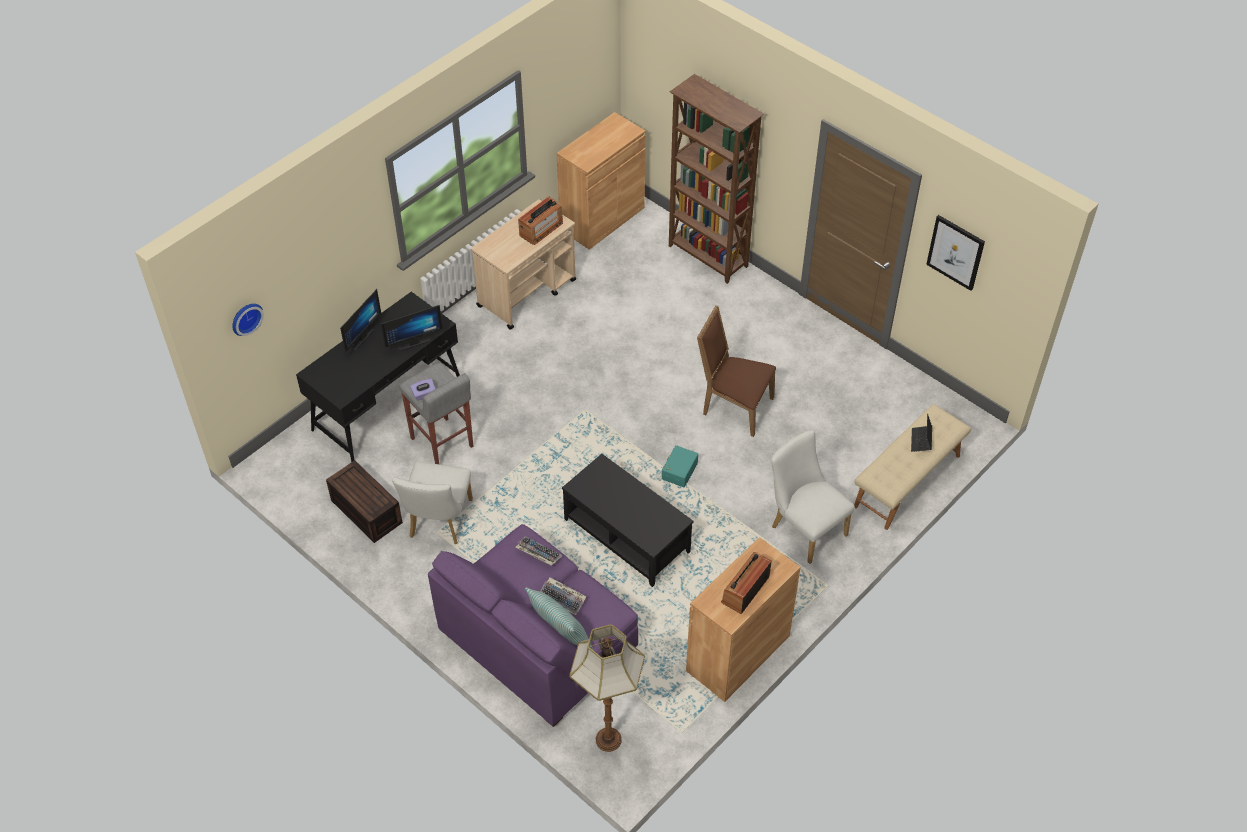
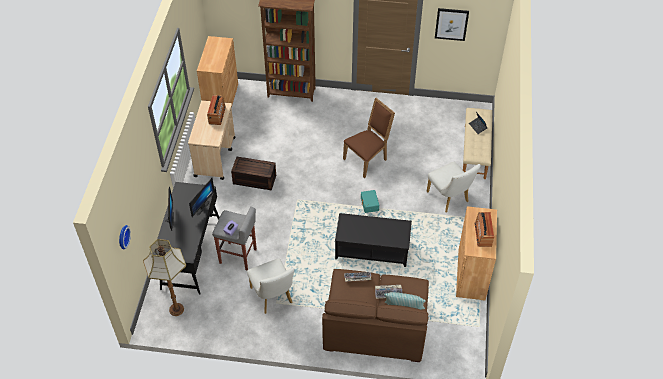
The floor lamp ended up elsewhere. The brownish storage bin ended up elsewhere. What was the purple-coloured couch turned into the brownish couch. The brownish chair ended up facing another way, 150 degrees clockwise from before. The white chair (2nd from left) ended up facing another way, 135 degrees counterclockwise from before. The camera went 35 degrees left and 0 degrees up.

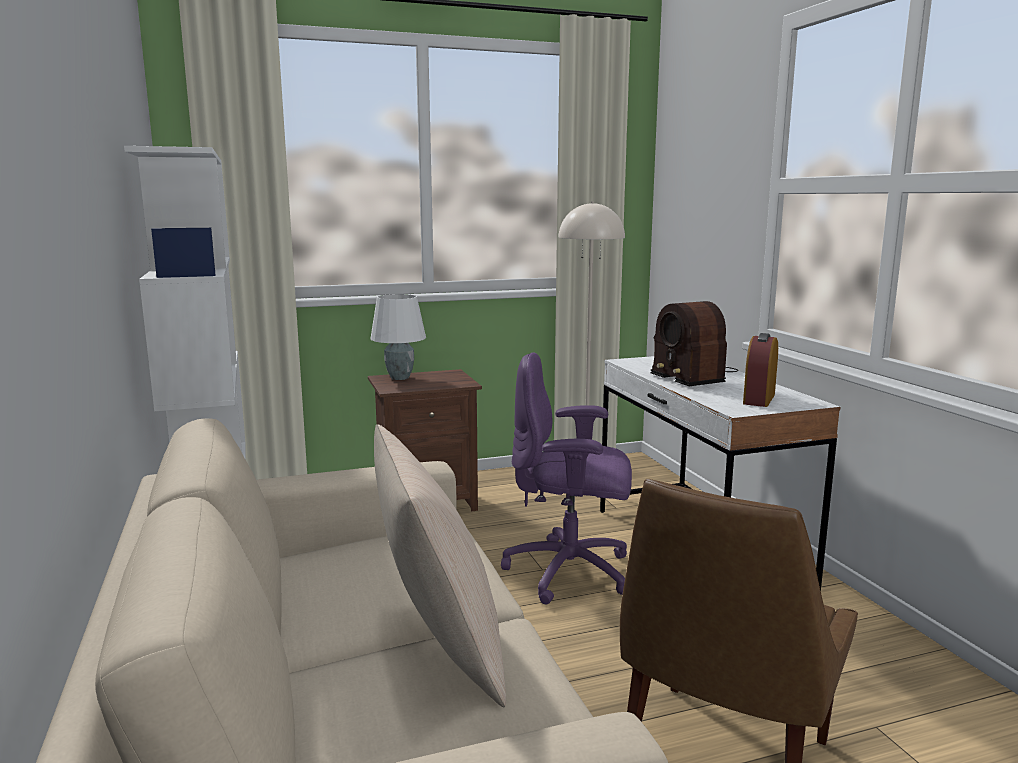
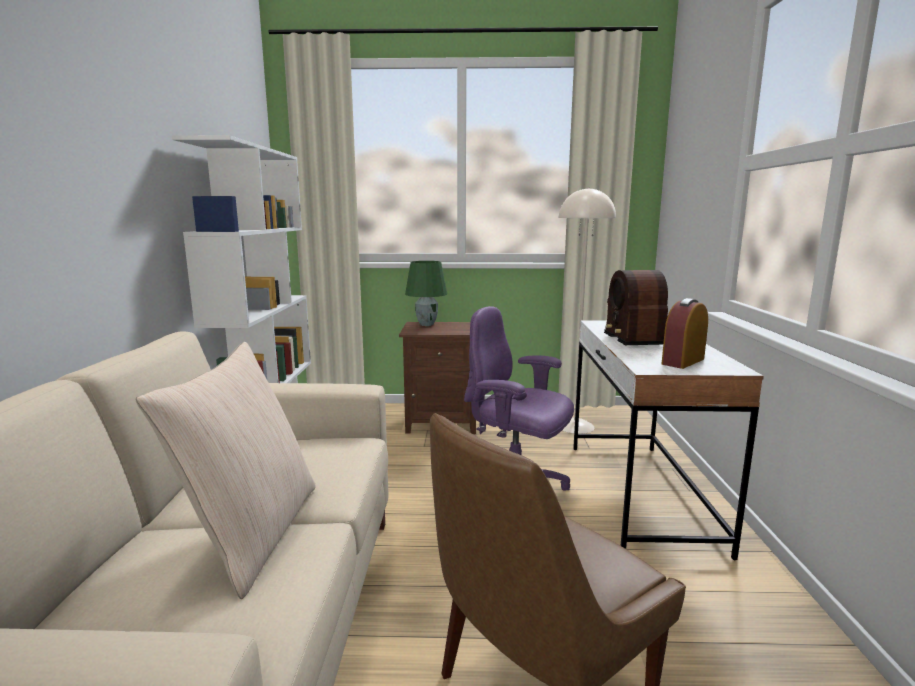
What was the white lamp for a table turned into the greenish lamp for a table. The camera went 20 degrees right and 0 degrees up.

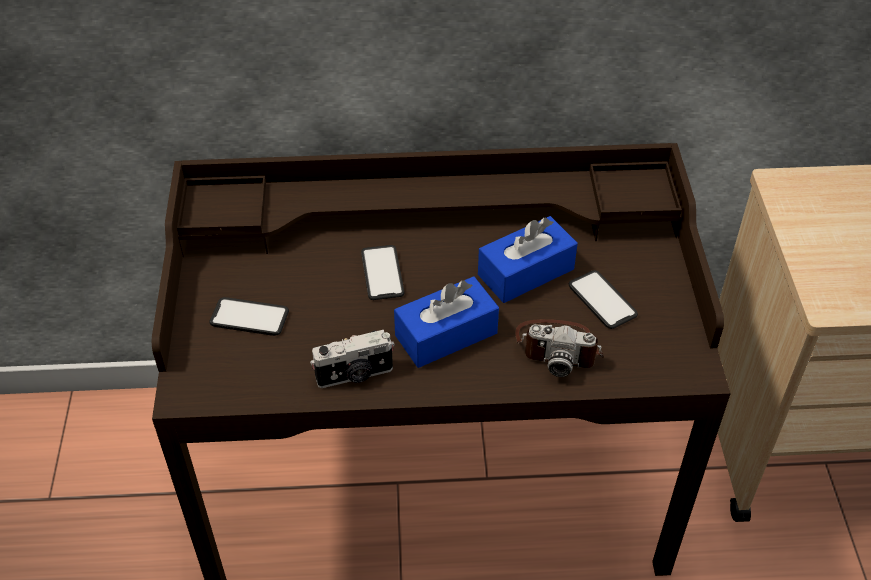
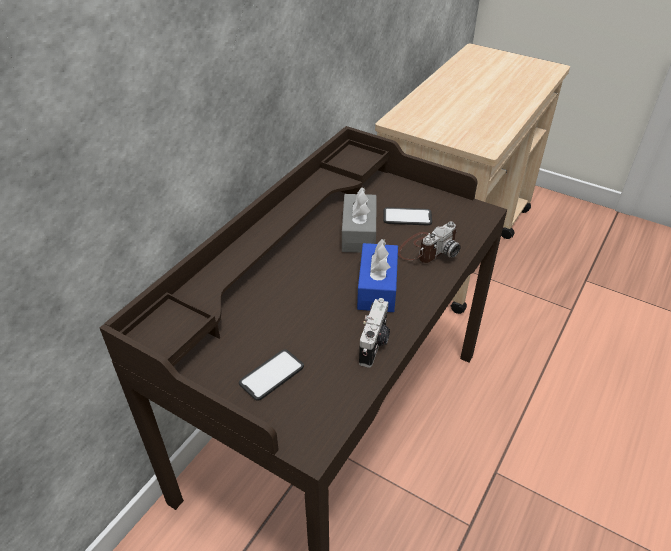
What was the bluish box of tissues (2nd from left) turned into the grey box of tissues. The second view lost the phone (2nd from left). The camera went 55 degrees left and 5 degrees down.

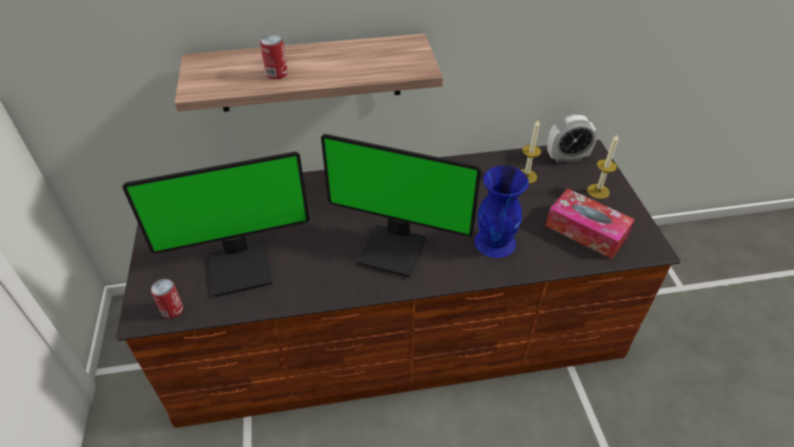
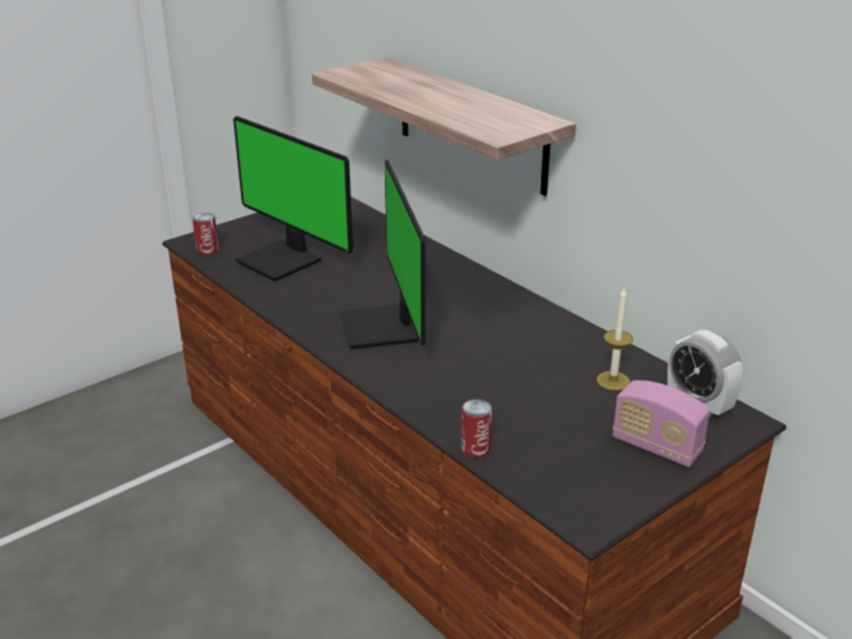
The can (2nd from left) ended up elsewhere. Where the wax candle (2nd from left) stood, the radio came to stand. The second view lost the bluish flower vase. The second view lost the box of tissues. The camera went 60 degrees right and 15 degrees down.

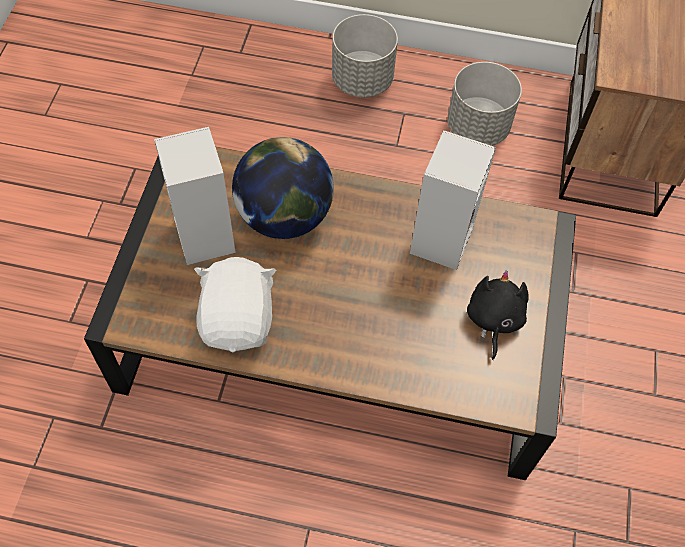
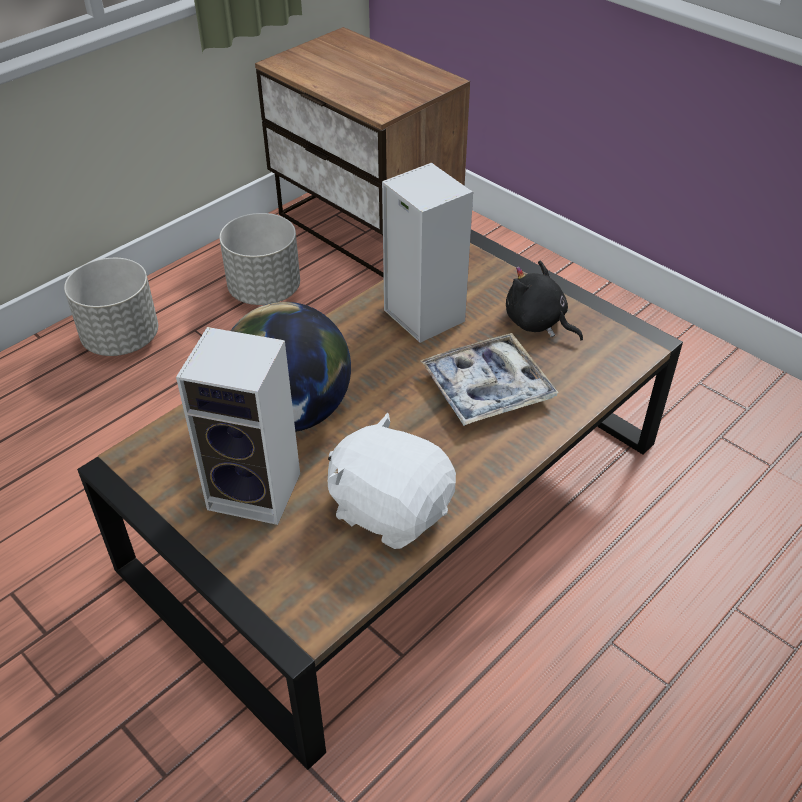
The second view gained the tray. The camera went 55 degrees left and 15 degrees down.

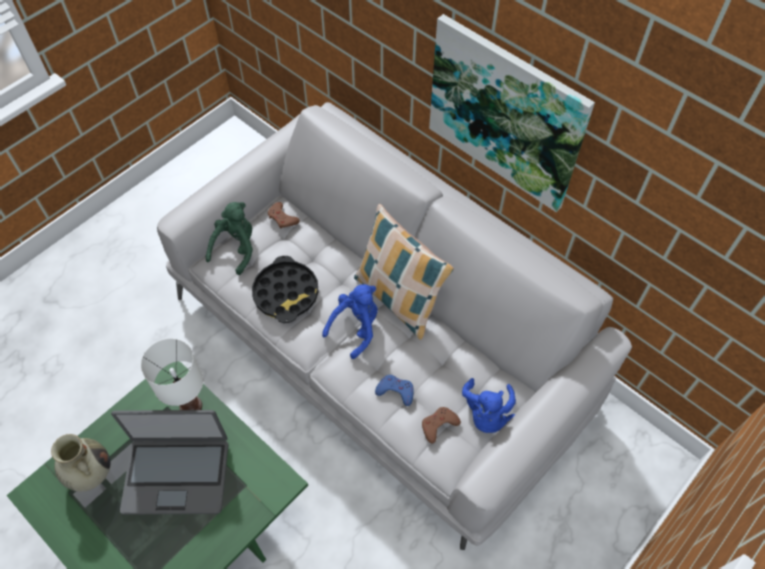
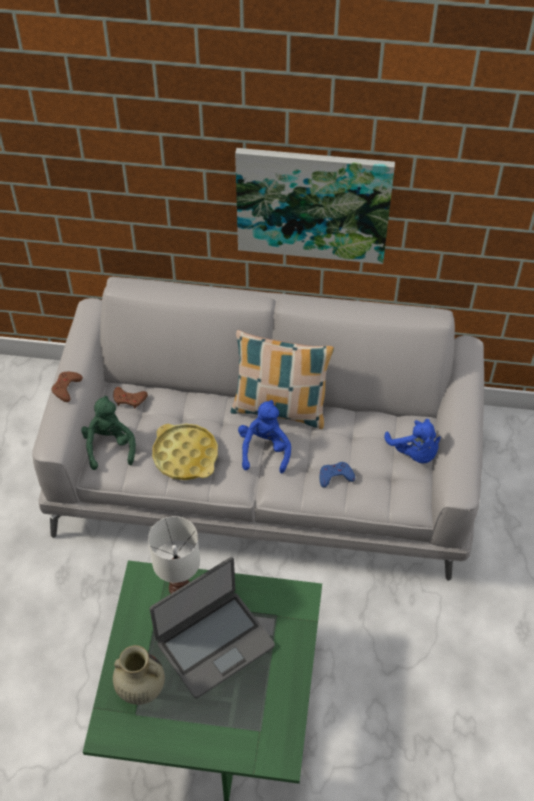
The brownish gamepad (2nd from left in the first image) ended up elsewhere. What was the blackish tray turned into the yellow tray. The camera went 35 degrees left and 5 degrees down.

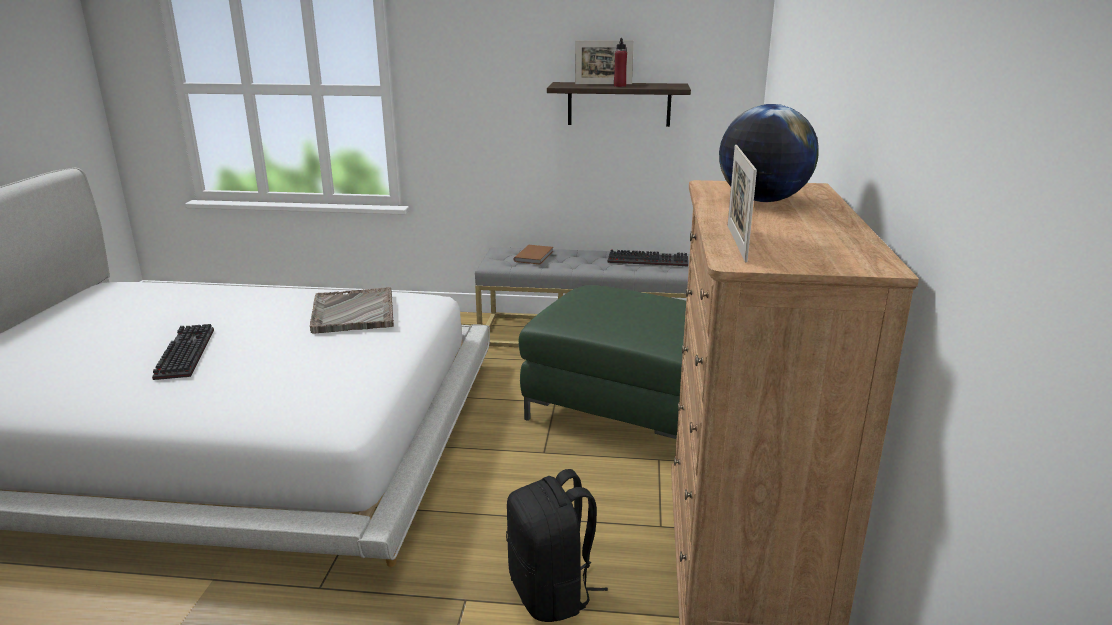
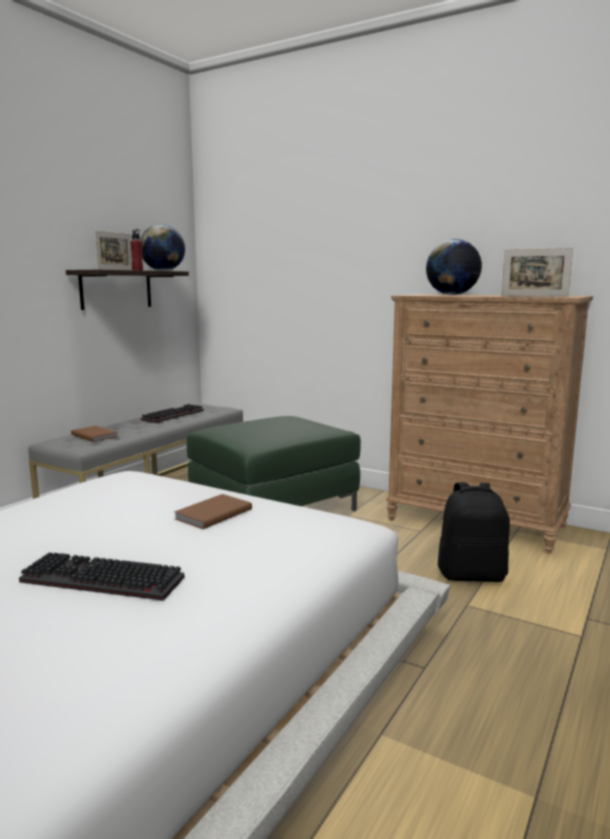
The second view gained the world globe (1st from left). The second view gained the brownish bound book (2nd from left). The second view lost the grey tray. The camera went 65 degrees left and 10 degrees down.

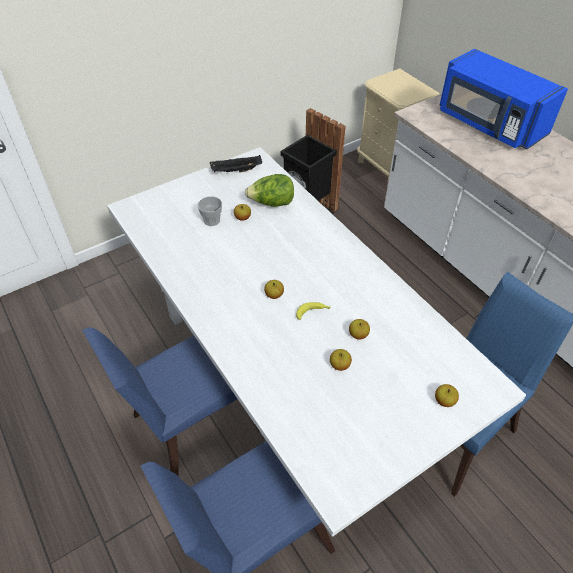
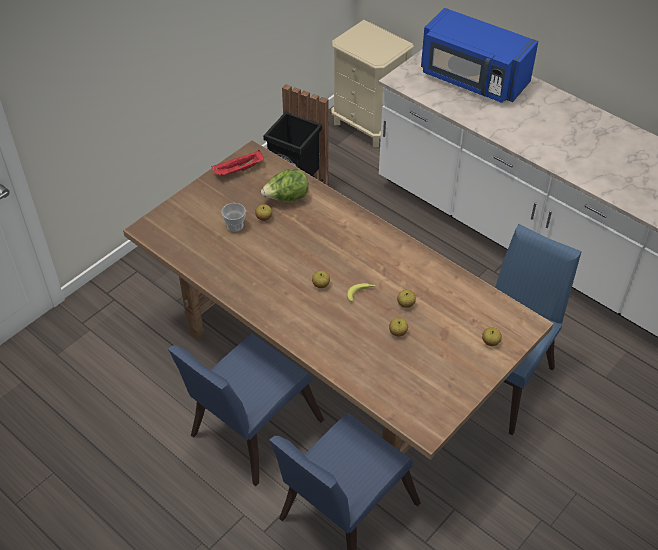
What was the white dinner table turned into the brownish dinner table. What was the blackish tray turned into the red-coloured tray. The camera went 15 degrees left and 0 degrees up.

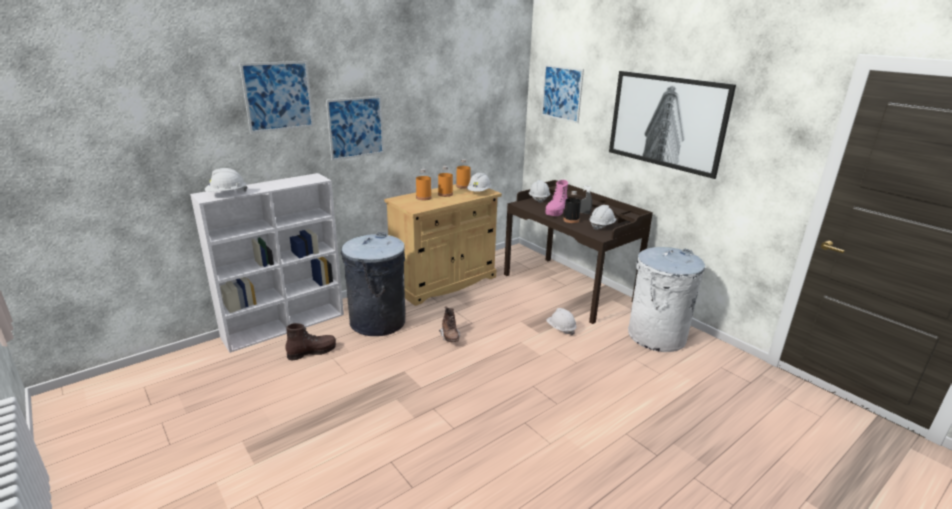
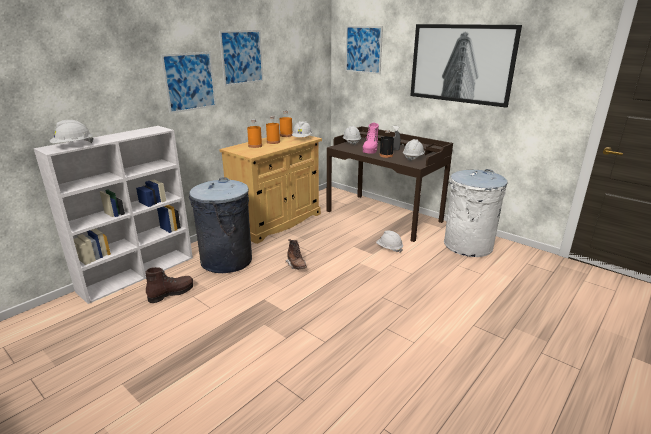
The picture (1st from left in the first image) ended up elsewhere. The camera went 10 degrees left and 0 degrees up.

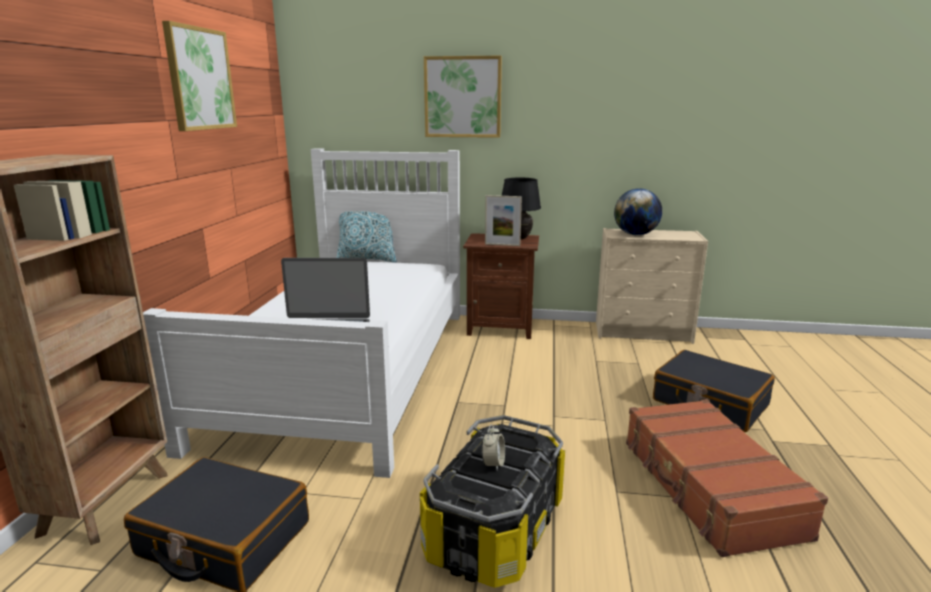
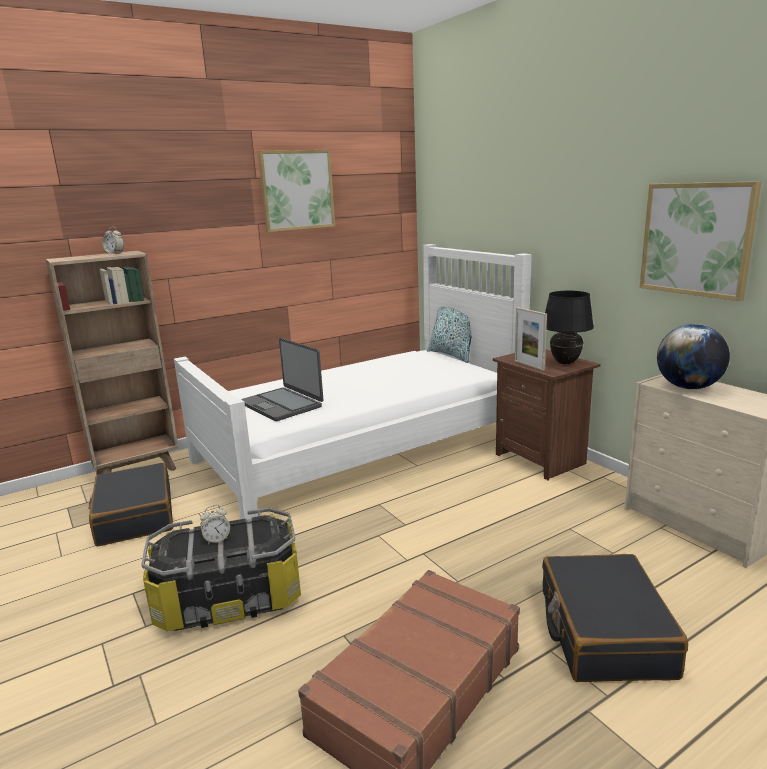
The second view gained the alarm clock (1st from left). The picture (2nd from left) ended up elsewhere. The camera went 50 degrees right and 0 degrees up.

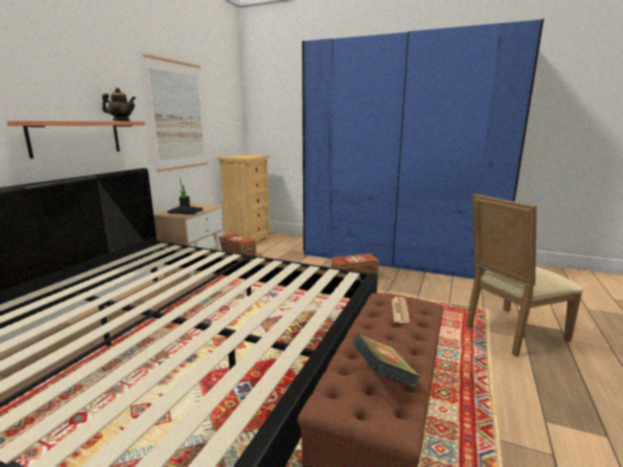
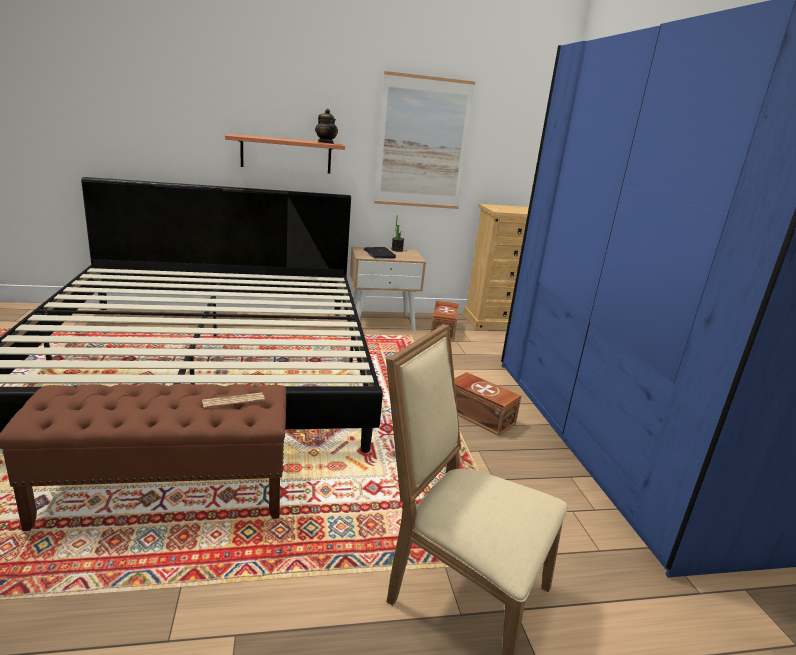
The second view lost the bound book. The camera went 55 degrees right and 5 degrees up.

